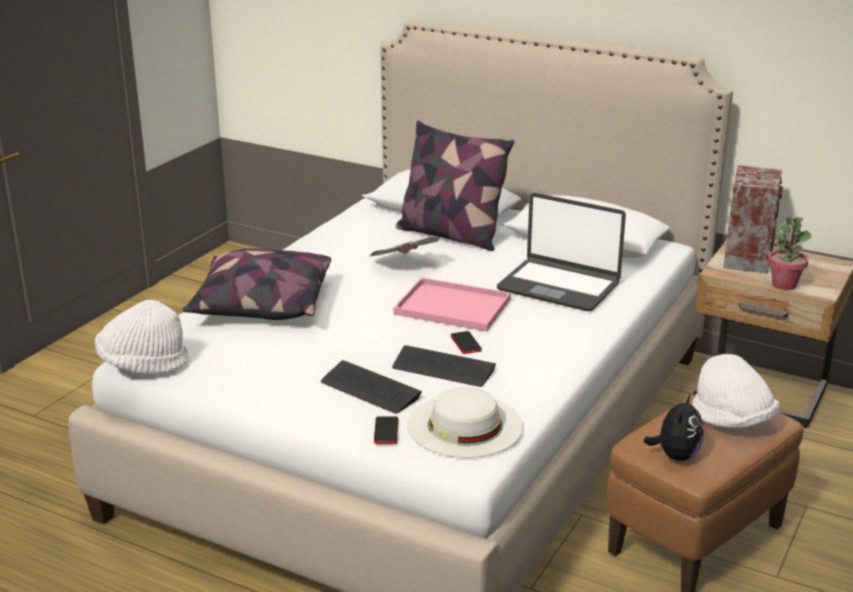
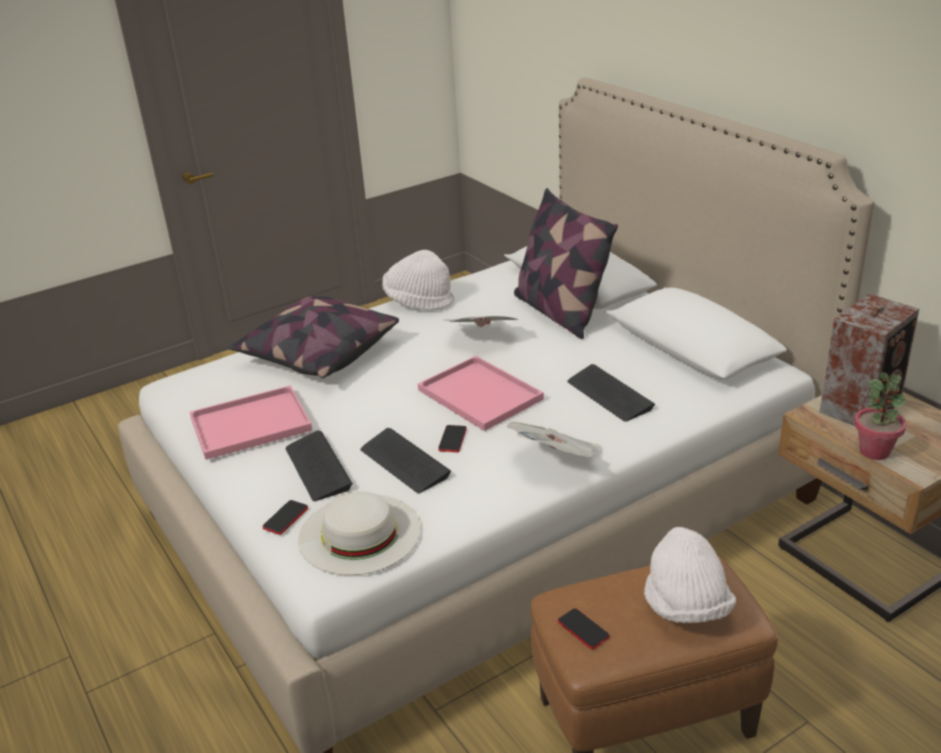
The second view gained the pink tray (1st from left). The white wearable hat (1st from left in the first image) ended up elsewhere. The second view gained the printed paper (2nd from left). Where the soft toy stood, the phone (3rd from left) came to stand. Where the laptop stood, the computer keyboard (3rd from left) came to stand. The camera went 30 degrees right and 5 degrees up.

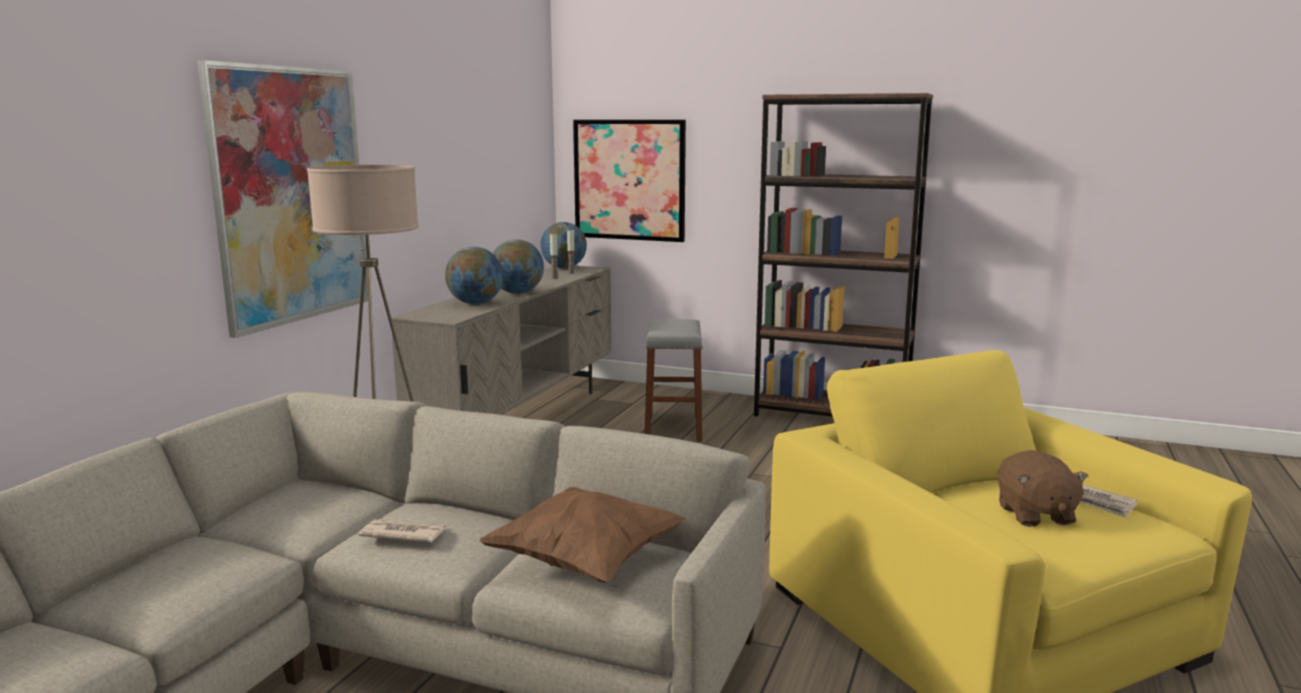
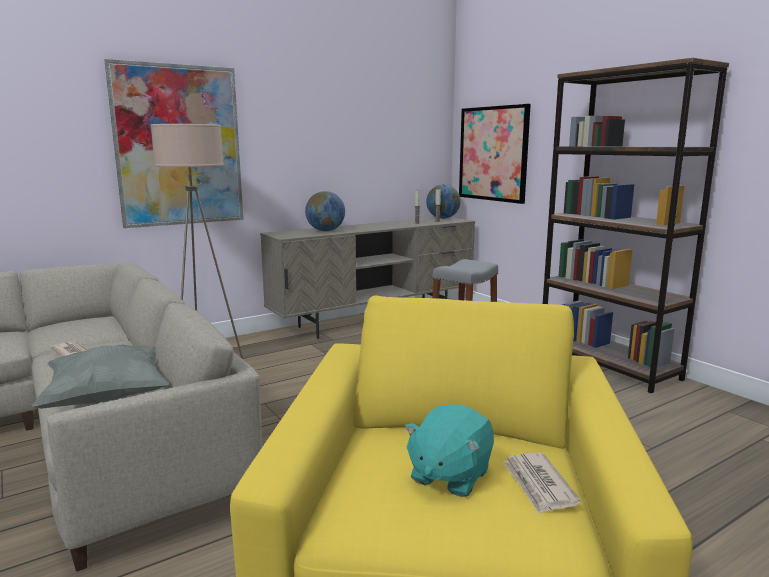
What was the brownish throw pillow turned into the grey throw pillow. What was the brownish soft toy turned into the blue-green soft toy. The second view lost the world globe (2nd from left). The camera went 35 degrees right and 0 degrees up.

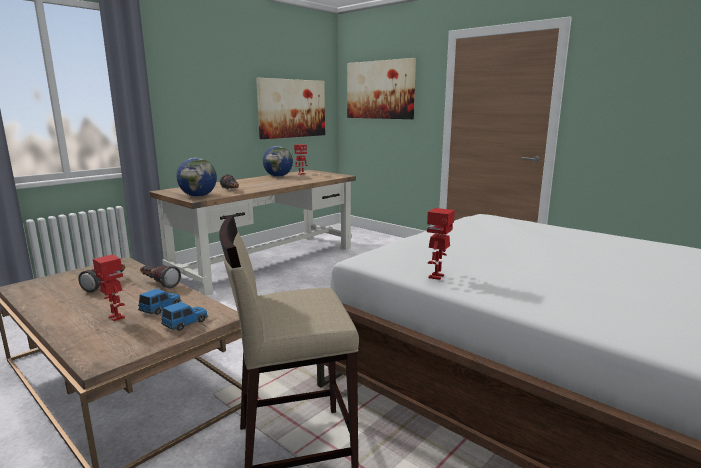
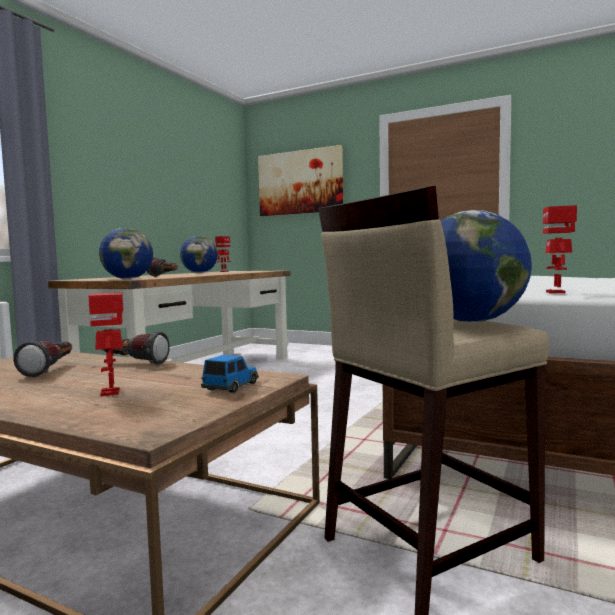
The model robot (1st from left) ended up facing another way, 135 degrees counterclockwise from before. The second view gained the world globe (3rd from left). The second view lost the toy car (1st from left). The second view lost the picture (1st from left). The camera went 15 degrees left and 10 degrees down.

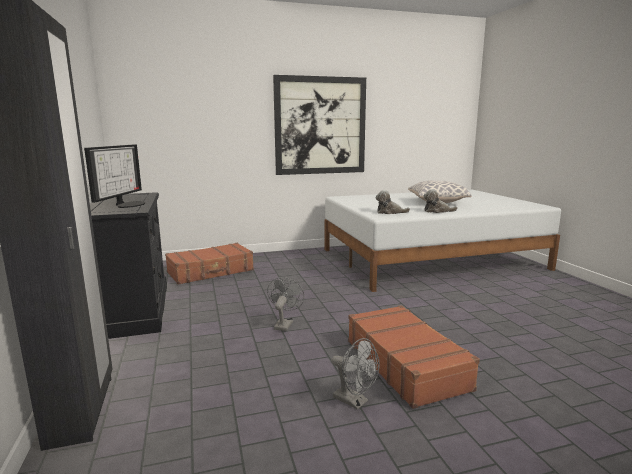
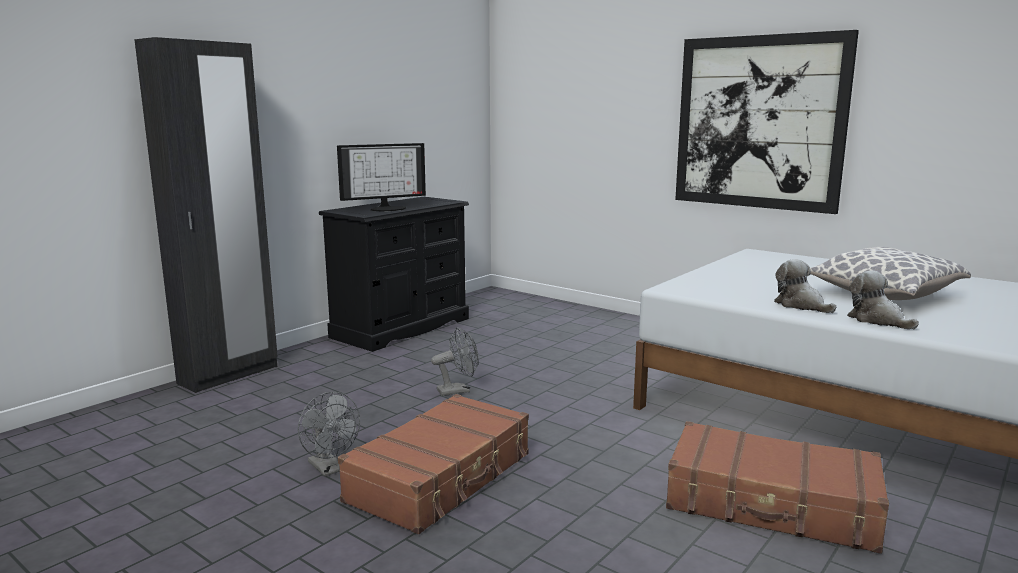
The grey cooling fan (2nd from left in the first image) ended up facing another way, 45 degrees counterclockwise from before. The brownish suitcase (1st from left in the first image) ended up elsewhere. The soft toy (1st from left in the first image) ended up elsewhere. The camera went 55 degrees right and 0 degrees up.

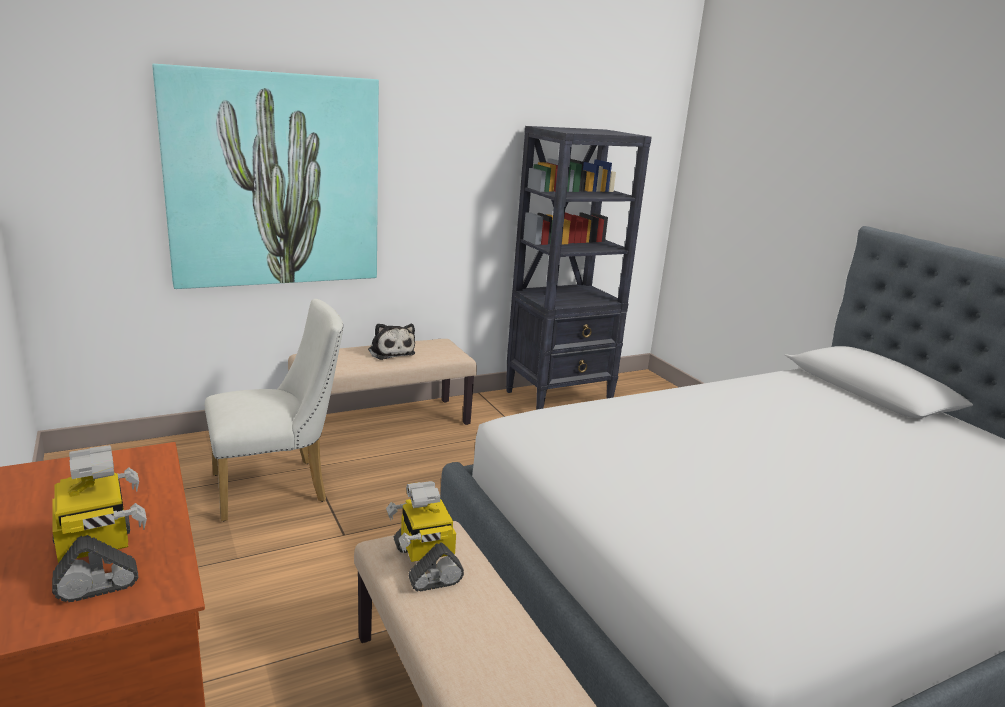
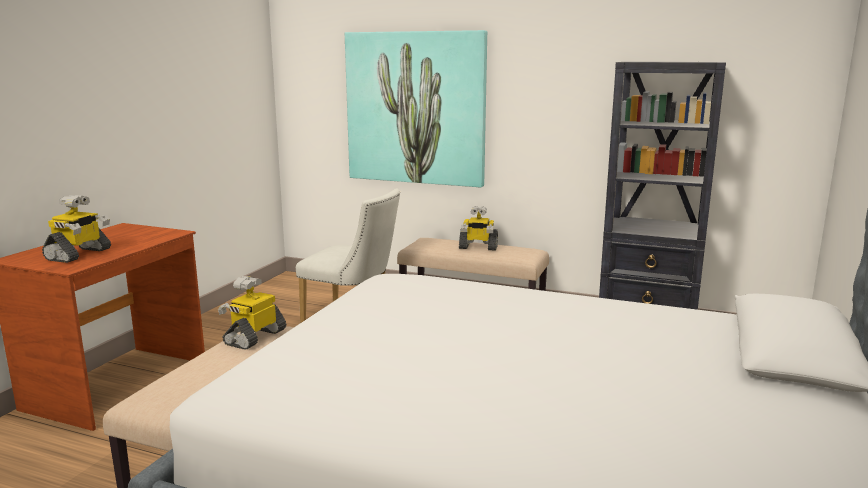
Where the soft toy stood, the model robot (3rd from left) came to stand. The camera went 50 degrees right and 5 degrees down.

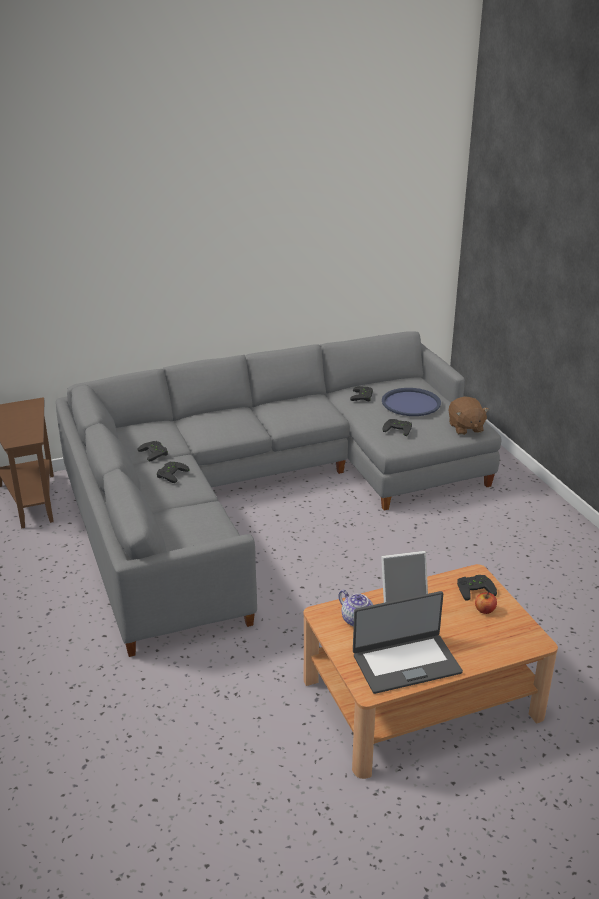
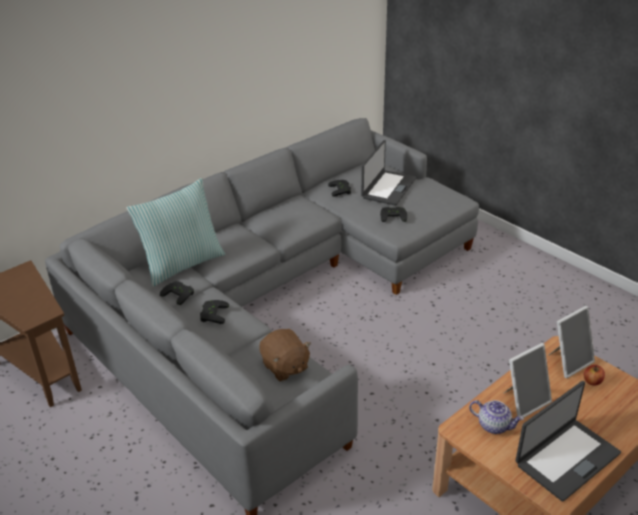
The second view gained the throw pillow. The brownish soft toy ended up elsewhere. Where the bluish tray stood, the laptop (1st from left) came to stand. Where the blackish gamepad (5th from left) stood, the standing frame (2nd from left) came to stand. The camera went 20 degrees left and 5 degrees up.

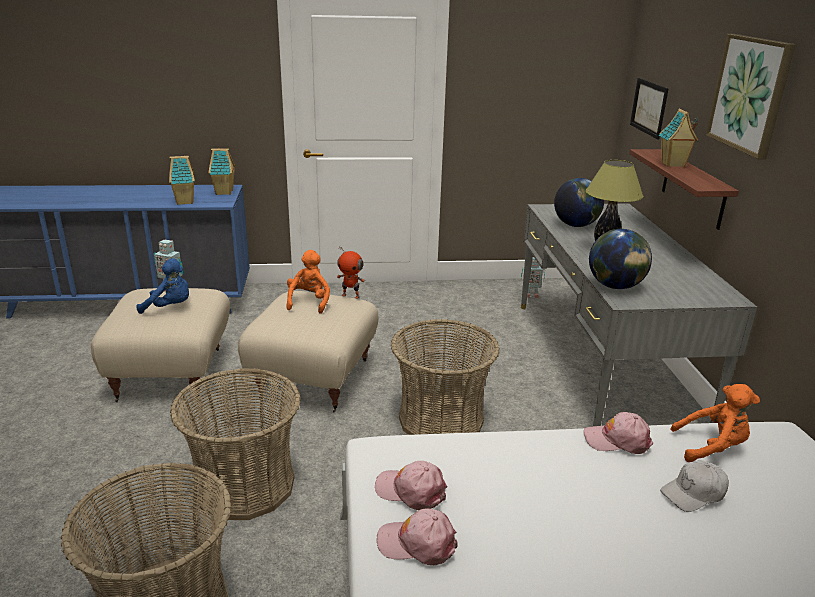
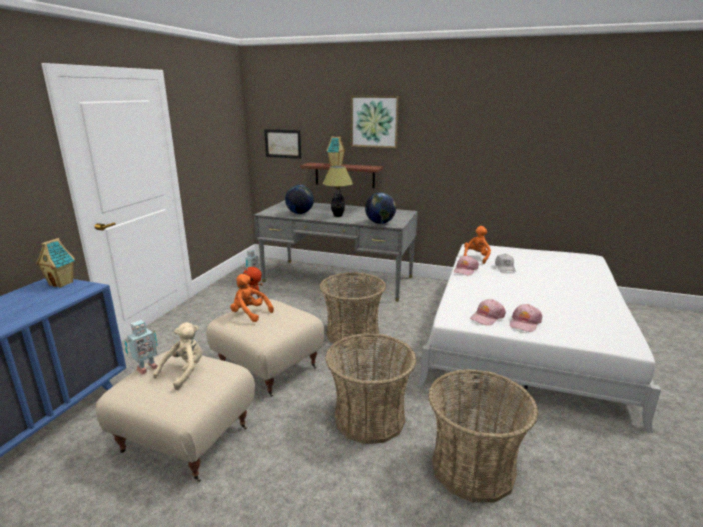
What was the bluish soft toy turned into the beige soft toy. The second view lost the toy house (1st from left). The camera went 65 degrees left and 5 degrees down.

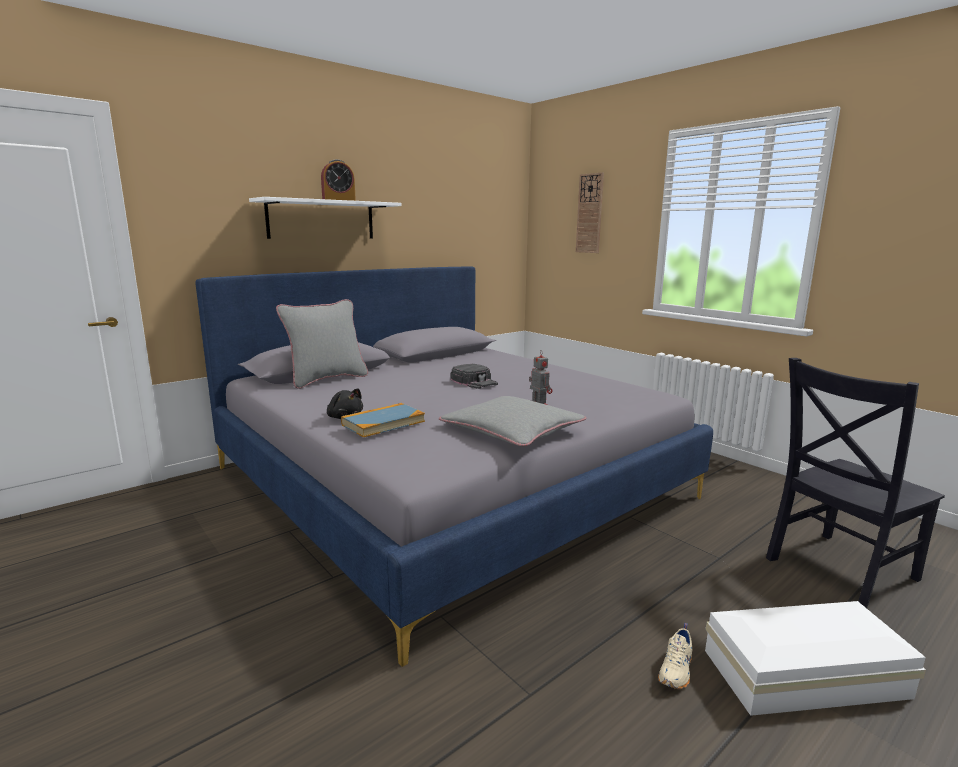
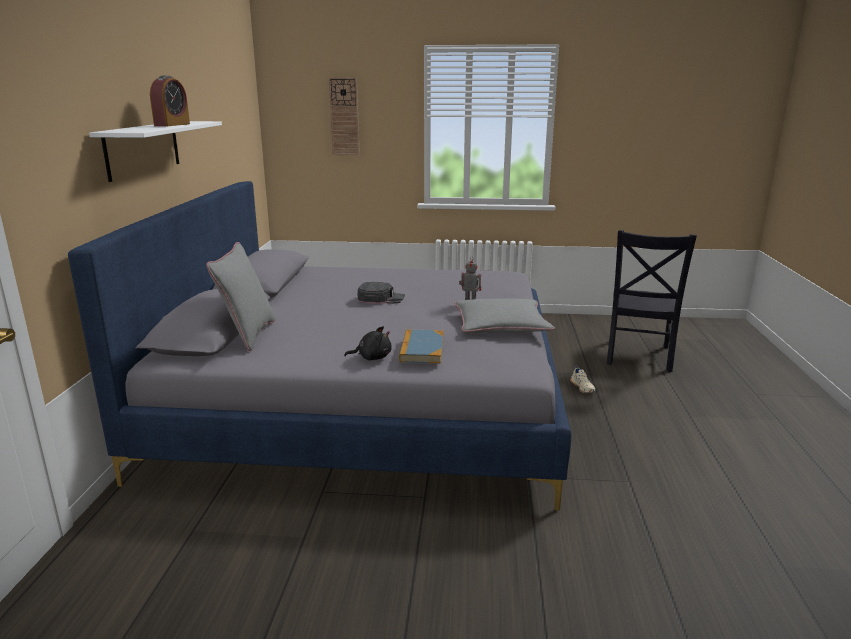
The beige item of footwear ended up elsewhere. The second view lost the white storage bin. The camera went 45 degrees left and 5 degrees up.

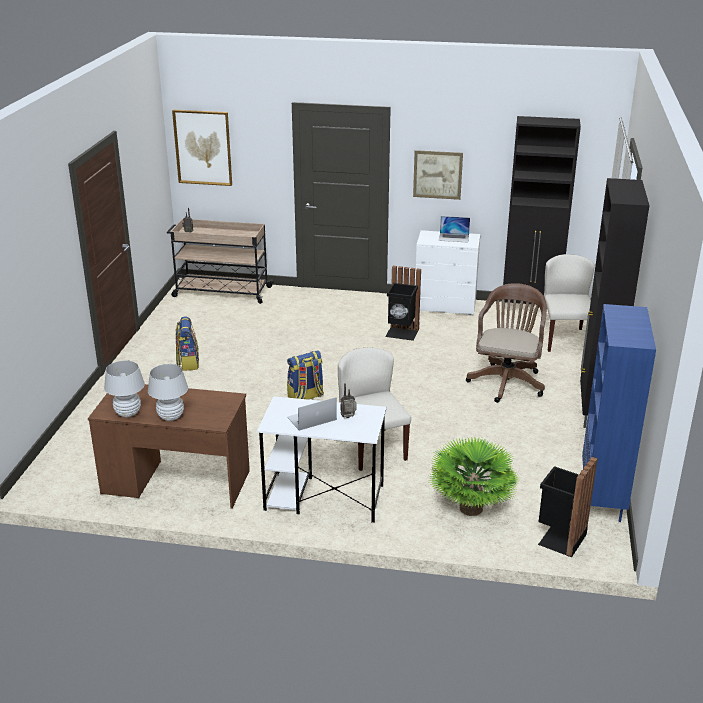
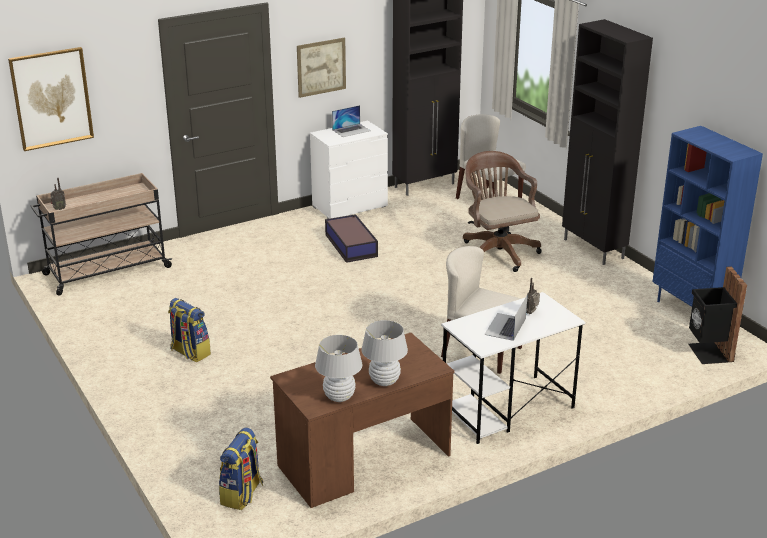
The backpack (2nd from left) ended up elsewhere. Where the blackish rubbish bin (1st from left) stood, the storage bin came to stand. The second view lost the houseplant. The camera went 40 degrees left and 0 degrees up.

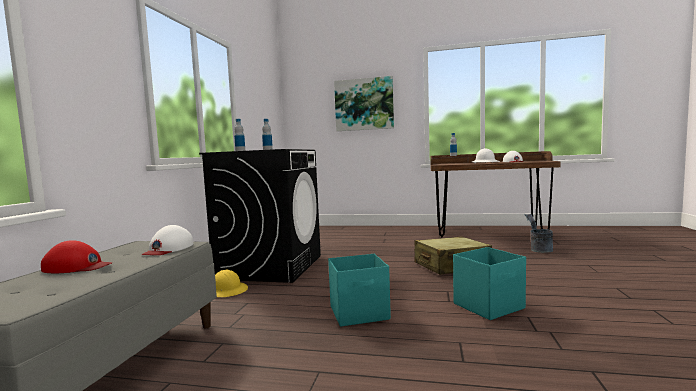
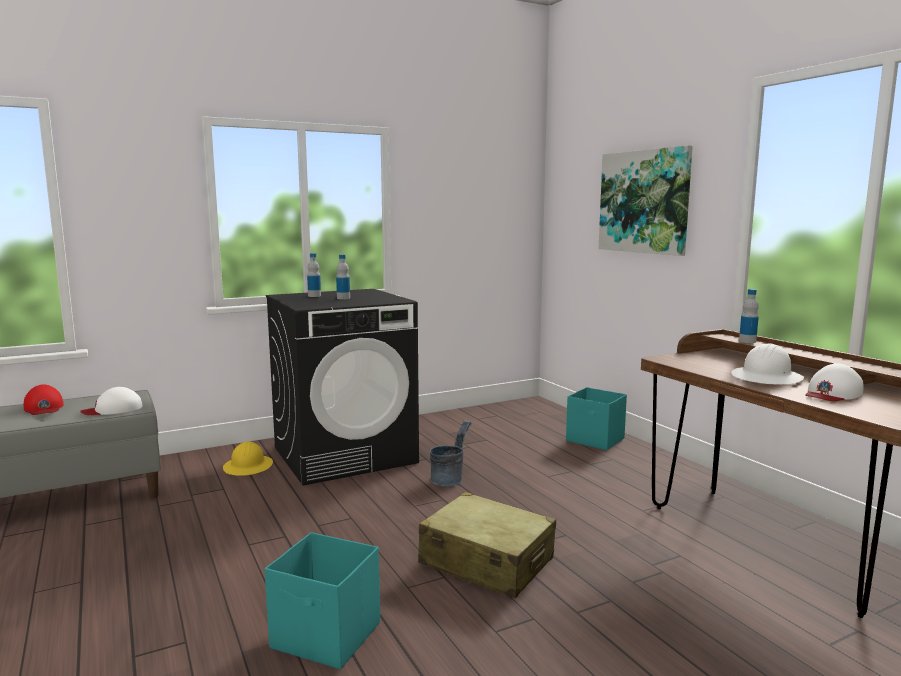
The grey water bucket ended up elsewhere. The blue-green storage bin (1st from left in the first image) ended up elsewhere. The camera went 50 degrees right and 5 degrees up.

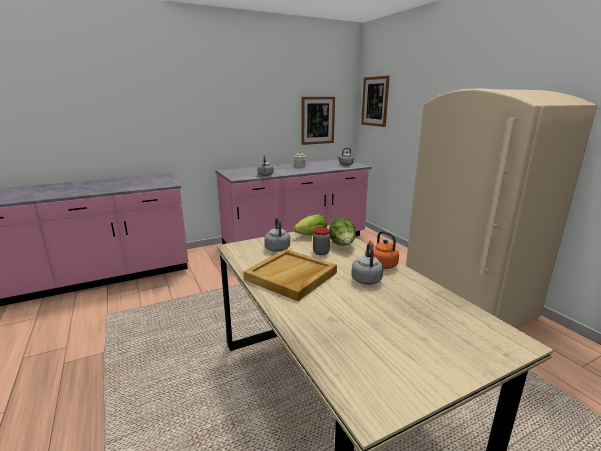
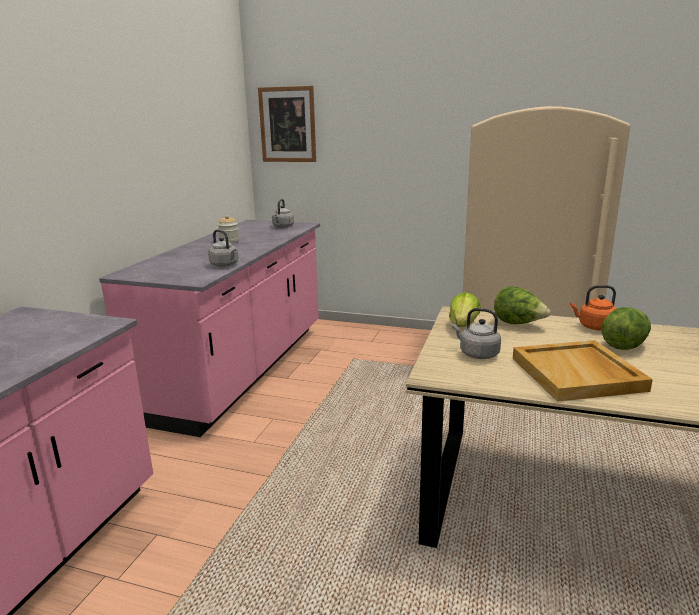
Where the grey kettle (4th from left) stood, the lettuce head (3rd from left) came to stand. The second view lost the picture (1st from left). The second view lost the jar (2nd from left). The camera went 45 degrees left and 0 degrees up.

